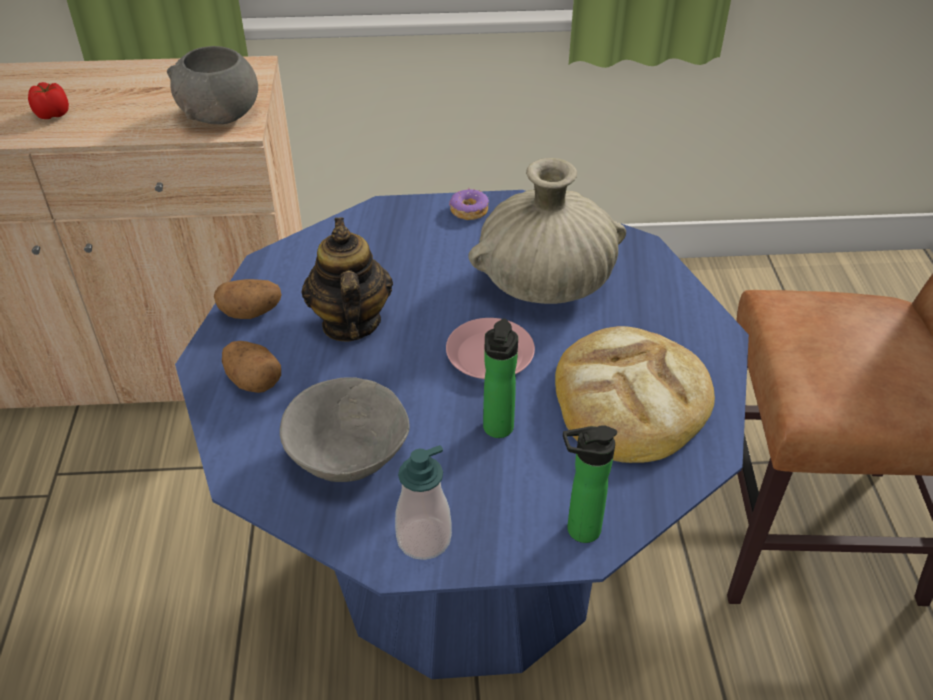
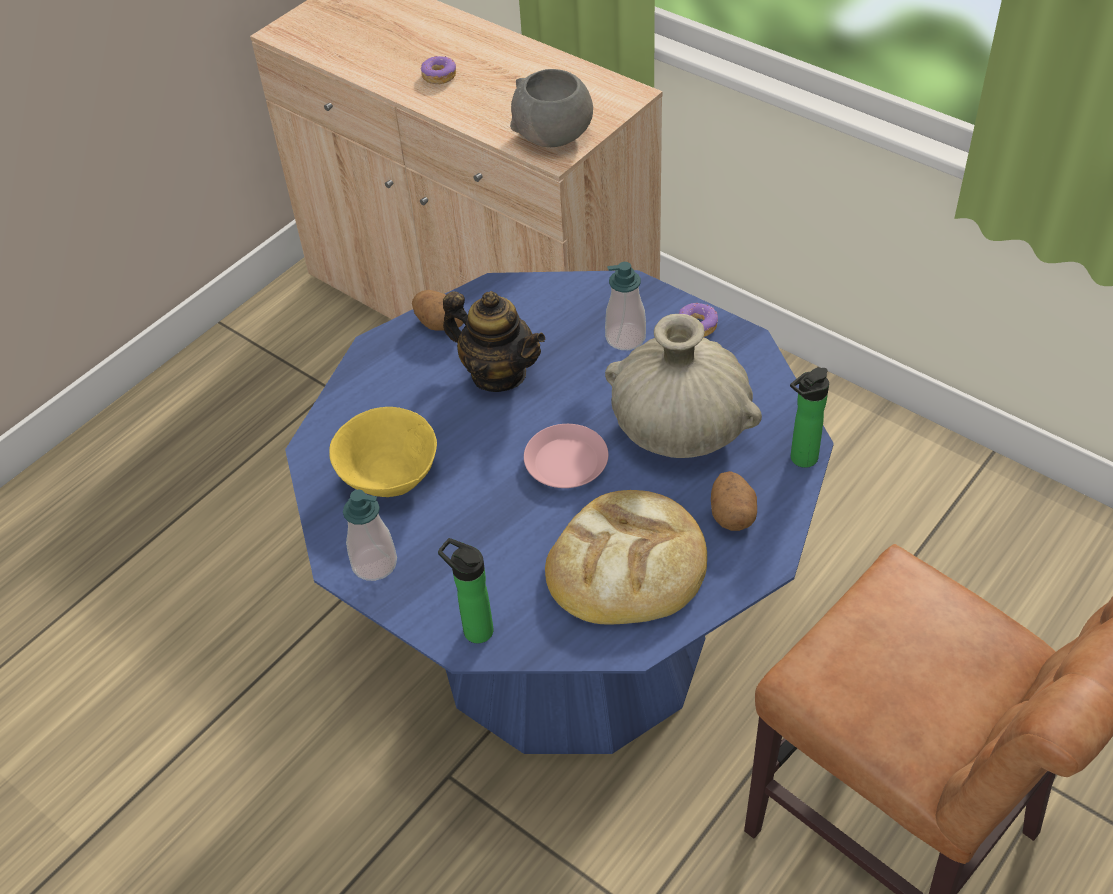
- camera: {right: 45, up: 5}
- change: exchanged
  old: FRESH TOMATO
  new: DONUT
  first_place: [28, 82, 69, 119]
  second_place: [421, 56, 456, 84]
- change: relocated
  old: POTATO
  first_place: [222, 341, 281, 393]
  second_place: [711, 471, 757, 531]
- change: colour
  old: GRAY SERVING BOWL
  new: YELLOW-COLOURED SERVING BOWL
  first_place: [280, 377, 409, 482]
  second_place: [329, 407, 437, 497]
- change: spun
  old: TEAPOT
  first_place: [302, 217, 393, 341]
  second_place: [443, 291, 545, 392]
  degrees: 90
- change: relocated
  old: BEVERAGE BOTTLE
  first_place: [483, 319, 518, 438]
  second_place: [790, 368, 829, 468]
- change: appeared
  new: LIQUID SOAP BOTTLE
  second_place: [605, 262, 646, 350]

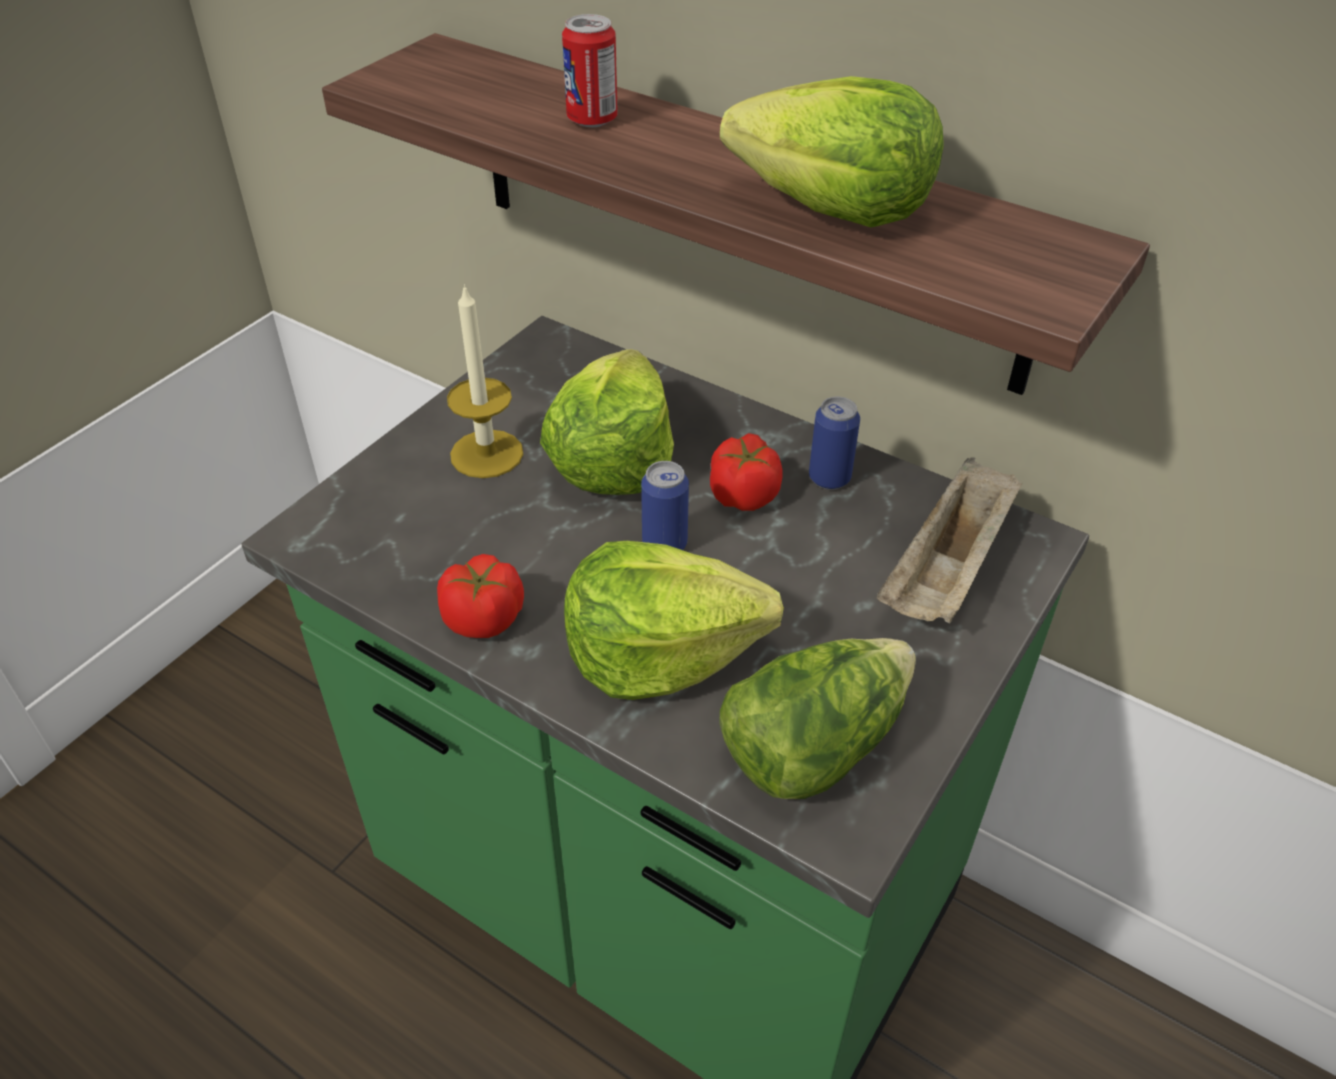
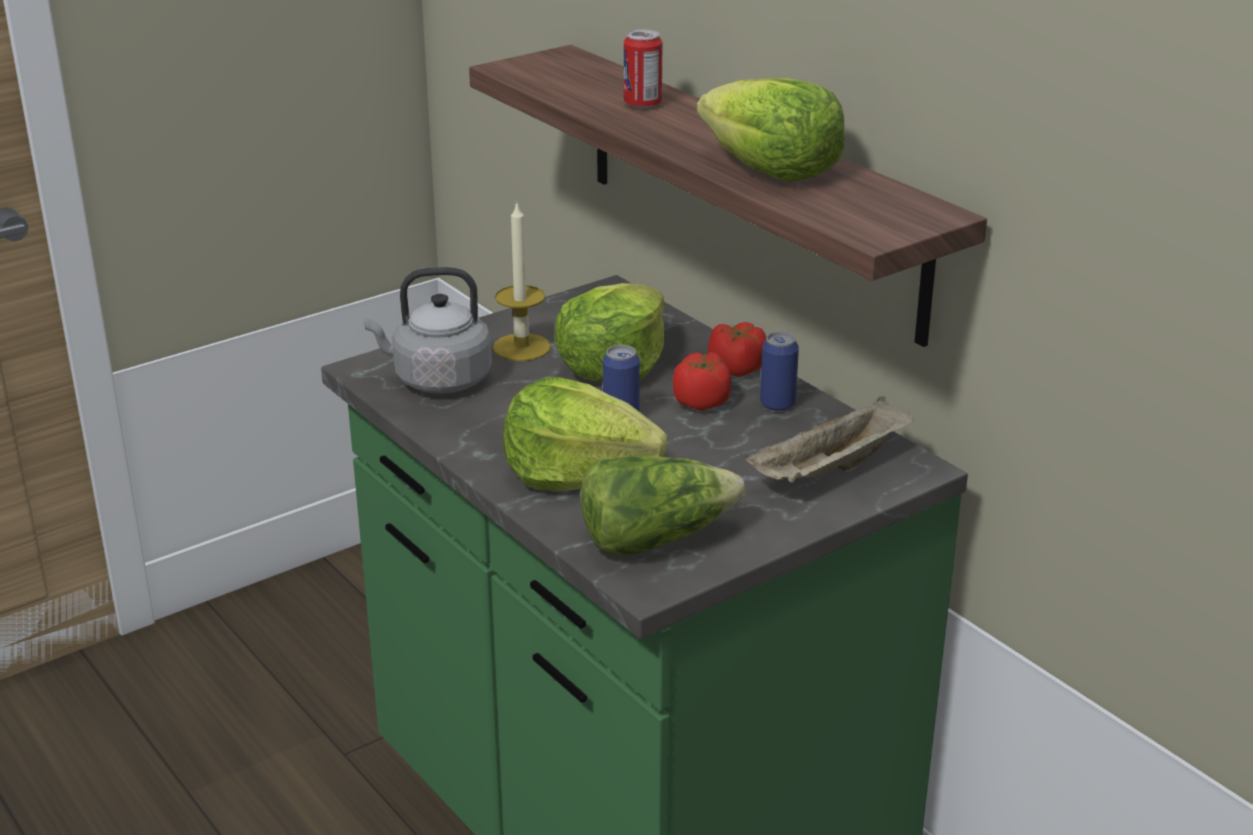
- camera: {right: 20, up: -15}
- change: relocated
  old: FRESH TOMATO
  first_place: [437, 554, 524, 638]
  second_place: [708, 322, 766, 377]
- change: appeared
  new: GRAY WATER KETTLE
  second_place: [363, 267, 492, 394]

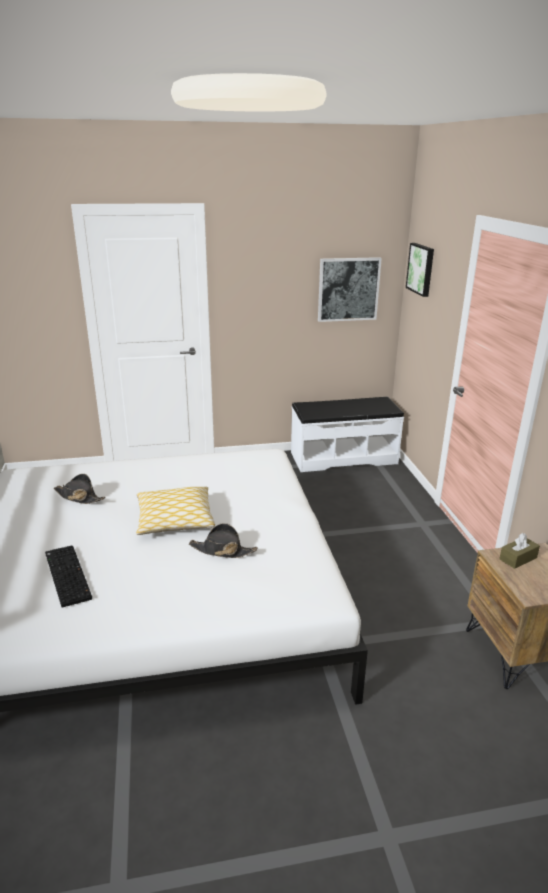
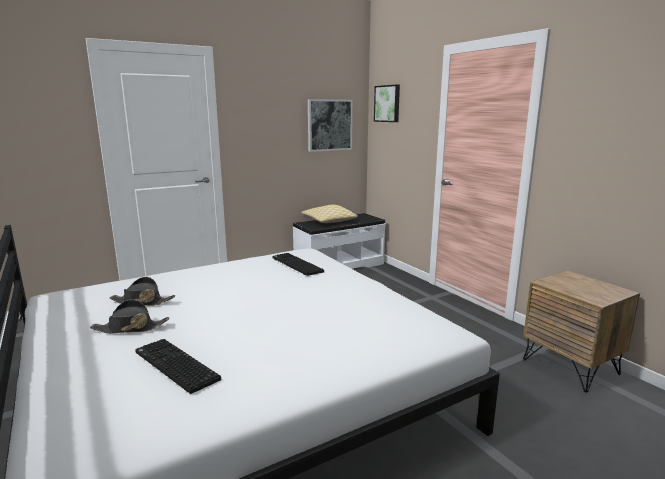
- camera: {right: -20, up: -10}
- change: relocated
  old: PILLOW
  first_place: [136, 486, 215, 535]
  second_place: [301, 205, 358, 223]
- change: relocated
  old: BLACK WEARABLE HAT
  first_place: [189, 523, 257, 558]
  second_place: [90, 299, 169, 334]
- change: missing
  old: BROWNISH TISSUE BOX
  first_place: [499, 533, 540, 569]
- change: appeared
  new: KEYBOARD
  second_place: [273, 253, 324, 276]

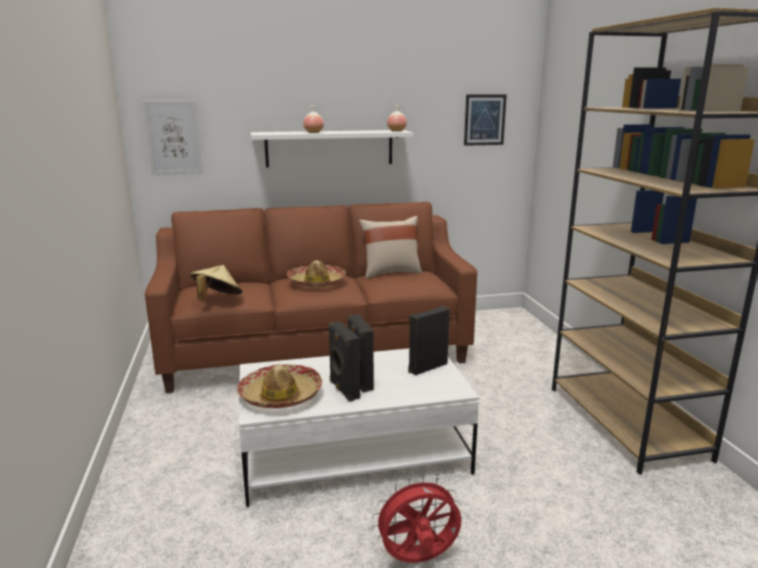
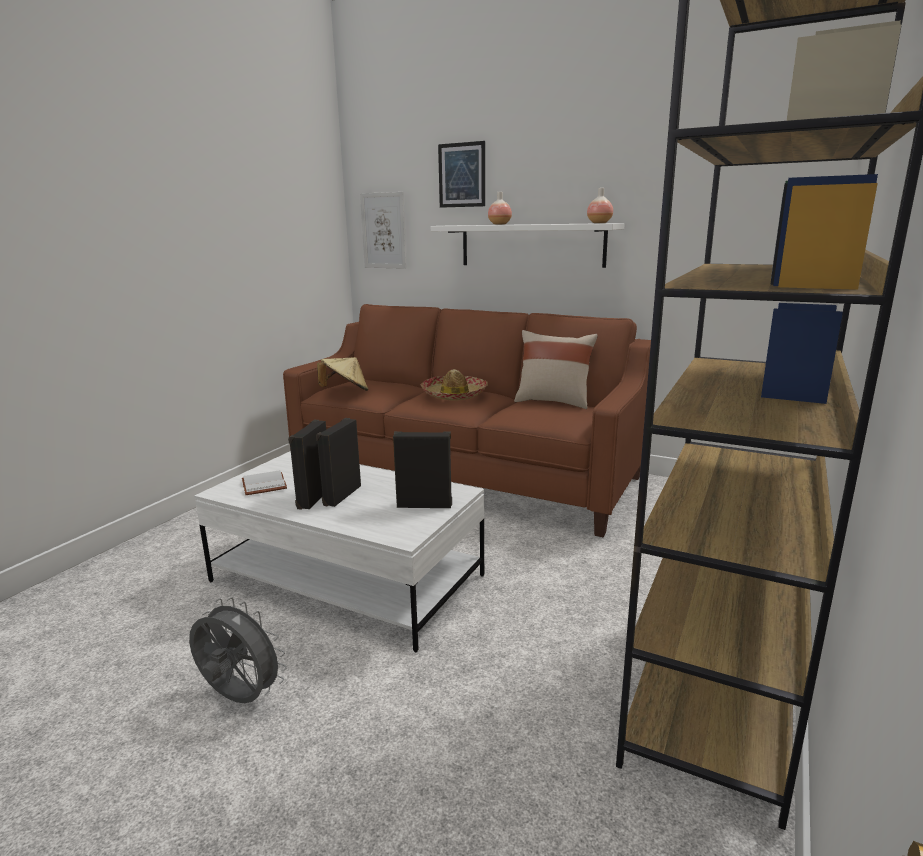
- camera: {right: 40, up: 0}
- change: exchanged
  old: WEARABLE HAT
  new: WHITE-COLOURED VOLUME
  first_place: [237, 364, 322, 408]
  second_place: [242, 470, 287, 495]
- change: colour
  old: RED COOLING FAN
  new: GRAY COOLING FAN
  first_place: [372, 475, 461, 563]
  second_place: [189, 597, 287, 703]
- change: relocated
  old: WALL PICTURE
  first_place: [464, 94, 507, 146]
  second_place: [438, 141, 485, 208]

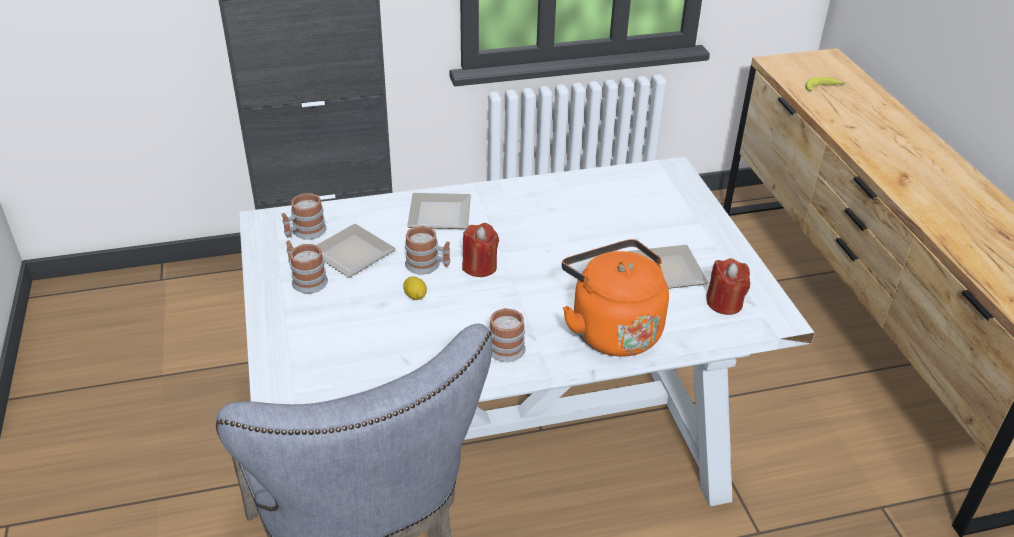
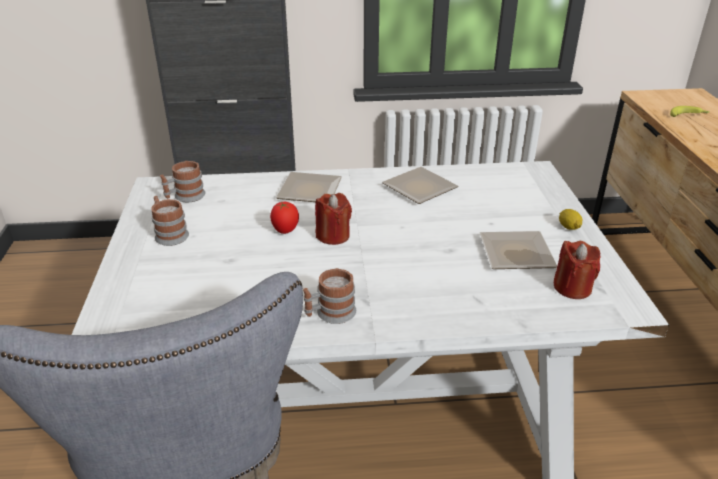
- camera: {right: 10, up: -5}
- change: relocated
  old: FLAT DISH
  first_place: [317, 224, 396, 278]
  second_place: [382, 167, 458, 204]
- change: relocated
  old: LEMON
  first_place: [403, 277, 427, 300]
  second_place: [559, 209, 582, 230]
- change: exchanged
  old: MUG
  new: FRESH TOMATO
  first_place: [405, 226, 450, 275]
  second_place: [270, 202, 299, 234]
- change: missing
  old: ORANGEY WATER KETTLE
  first_place: [562, 239, 669, 357]

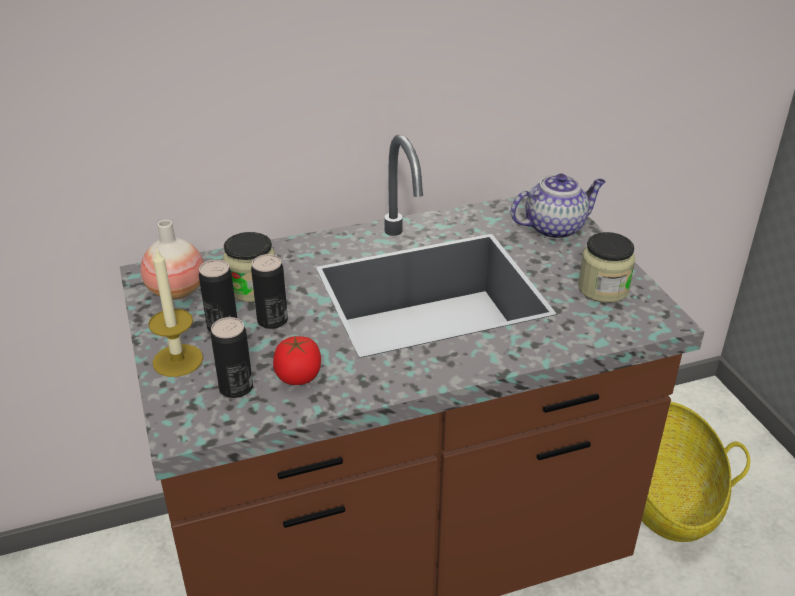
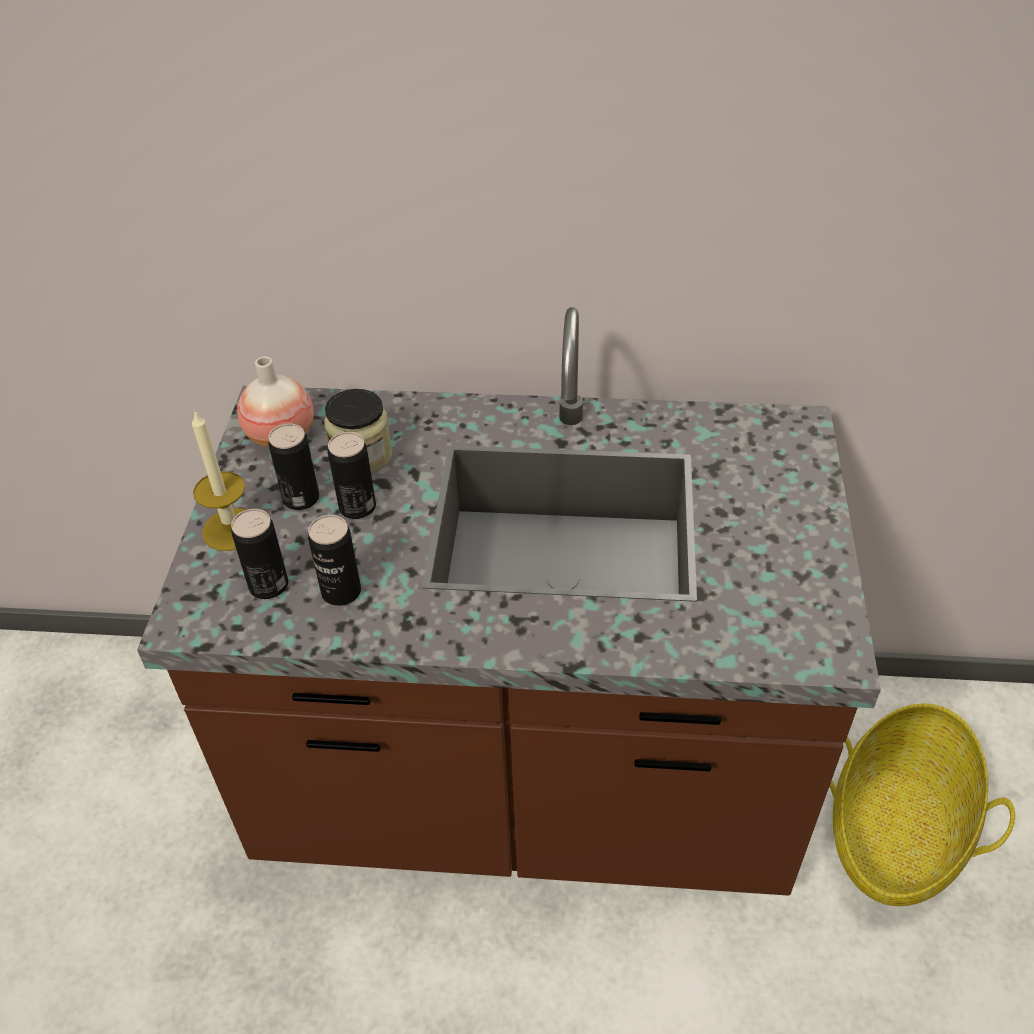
- camera: {right: 25, up: 10}
- change: exchanged
  old: FRESH TOMATO
  new: SEALED CAN
  first_place: [273, 336, 321, 385]
  second_place: [308, 515, 361, 606]
- change: missing
  old: TEAPOT
  first_place: [510, 174, 606, 239]
- change: missing
  old: JAR
  first_place: [578, 232, 635, 303]

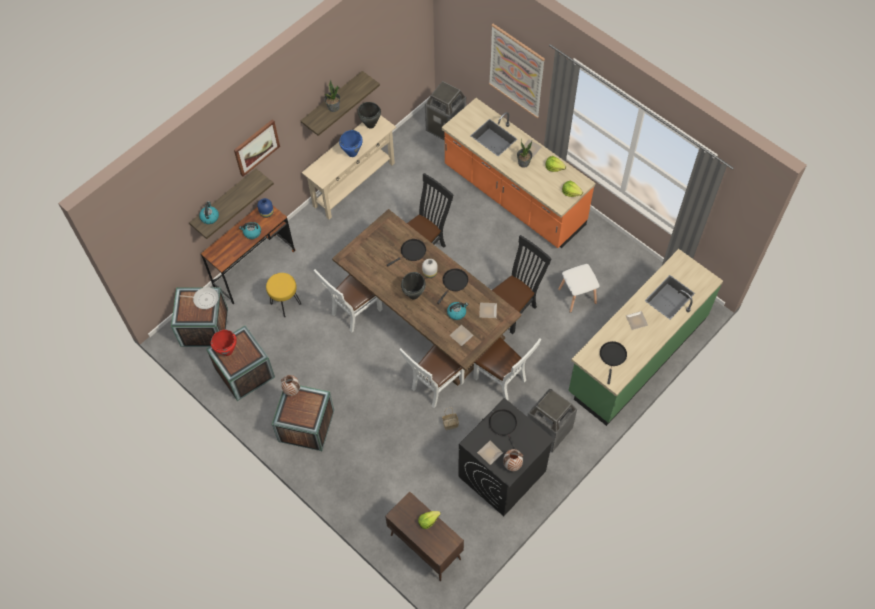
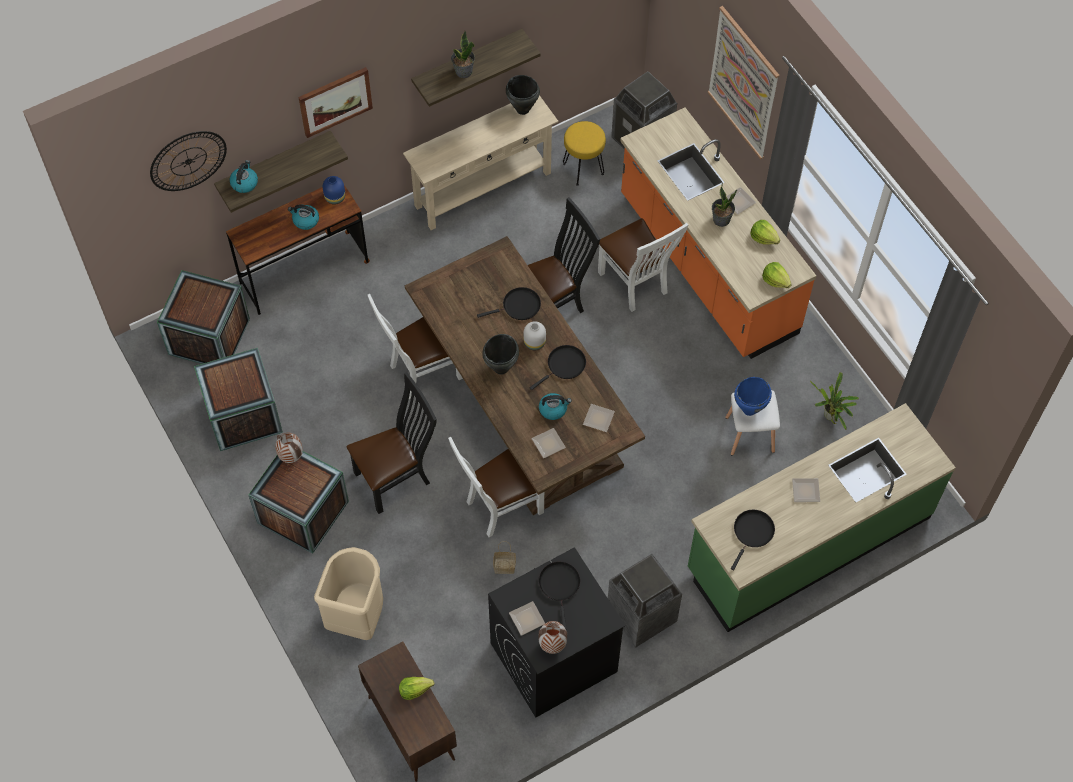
- camera: {right: 15, up: 0}
- change: missing
  old: SKILLET
  first_place: [180, 287, 218, 309]
- change: missing
  old: RED SAUCEPOT
  first_place: [211, 330, 237, 356]
- change: relocated
  old: YELLOW-COLOURED STOOL
  first_place: [266, 273, 301, 318]
  second_place: [563, 121, 606, 186]
- change: relocated
  old: BLUISH SAUCEPOT
  first_place: [339, 130, 363, 157]
  second_place: [734, 377, 772, 416]
- change: relocated
  old: WHITE-COLOURED CHAIR
  first_place: [473, 337, 541, 400]
  second_place: [598, 218, 688, 312]
- change: relocated
  old: BLACK CHAIR
  first_place: [492, 235, 552, 335]
  second_place: [347, 372, 437, 514]
- change: appeared
  new: CLOCK ON THE WALL
  second_place: [150, 131, 227, 191]
- change: appeared
  new: SAND-COLOURED WASTE BIN
  second_place: [314, 547, 383, 640]
- change: appeared
  new: PLANT IN A POT
  second_place: [810, 372, 859, 430]

